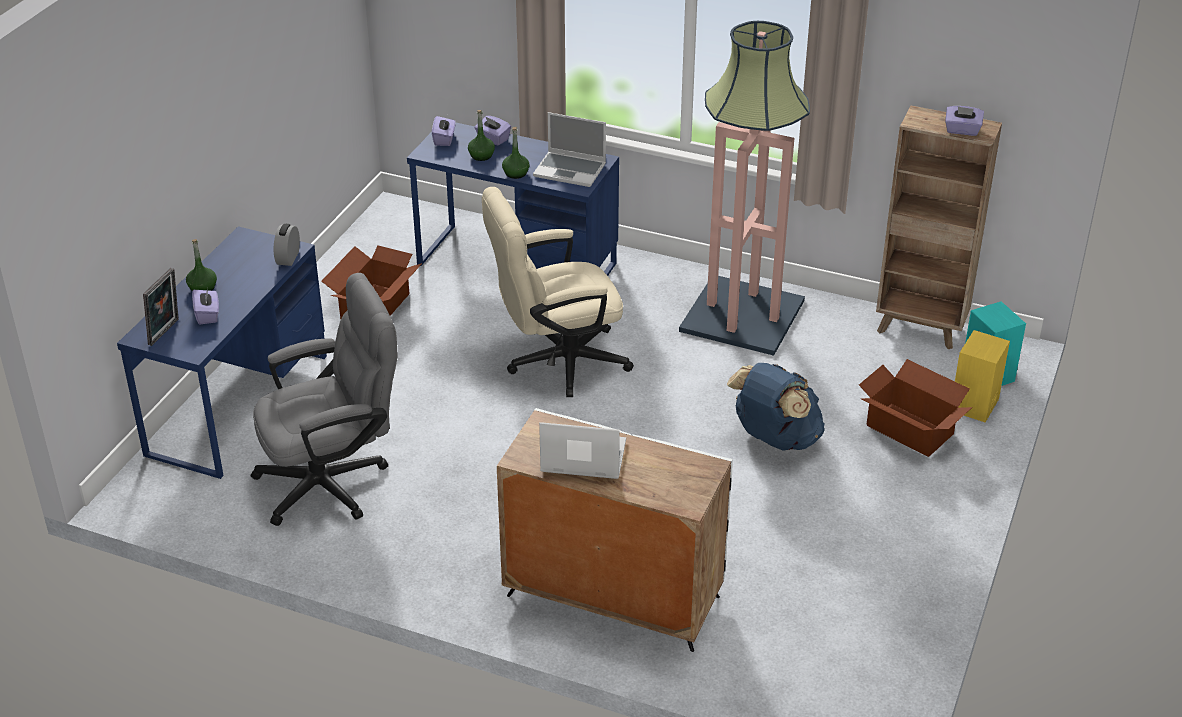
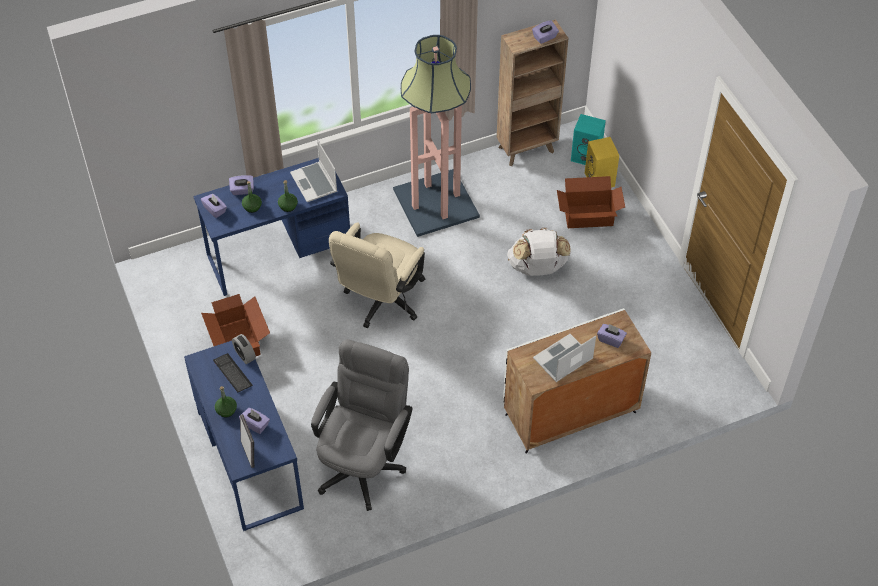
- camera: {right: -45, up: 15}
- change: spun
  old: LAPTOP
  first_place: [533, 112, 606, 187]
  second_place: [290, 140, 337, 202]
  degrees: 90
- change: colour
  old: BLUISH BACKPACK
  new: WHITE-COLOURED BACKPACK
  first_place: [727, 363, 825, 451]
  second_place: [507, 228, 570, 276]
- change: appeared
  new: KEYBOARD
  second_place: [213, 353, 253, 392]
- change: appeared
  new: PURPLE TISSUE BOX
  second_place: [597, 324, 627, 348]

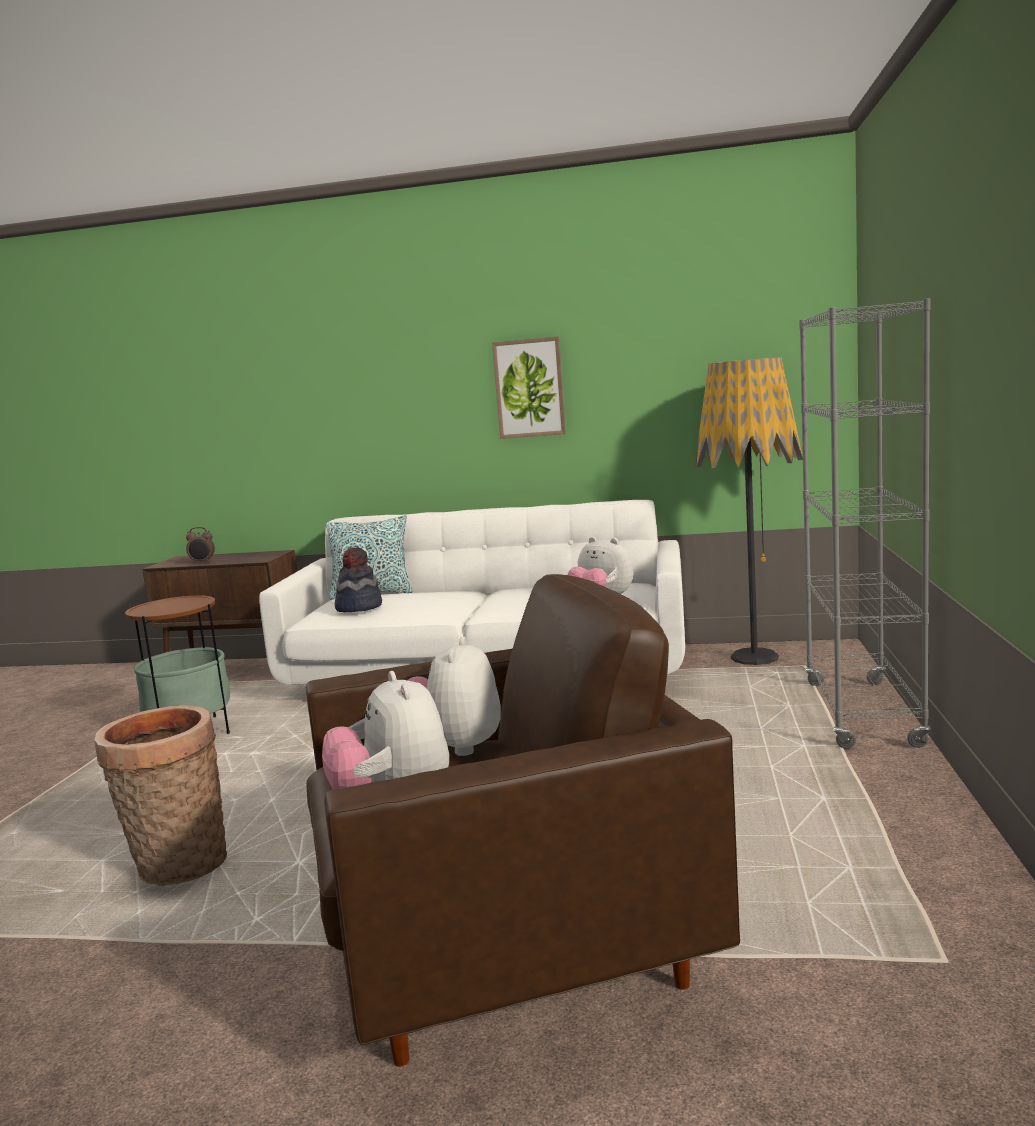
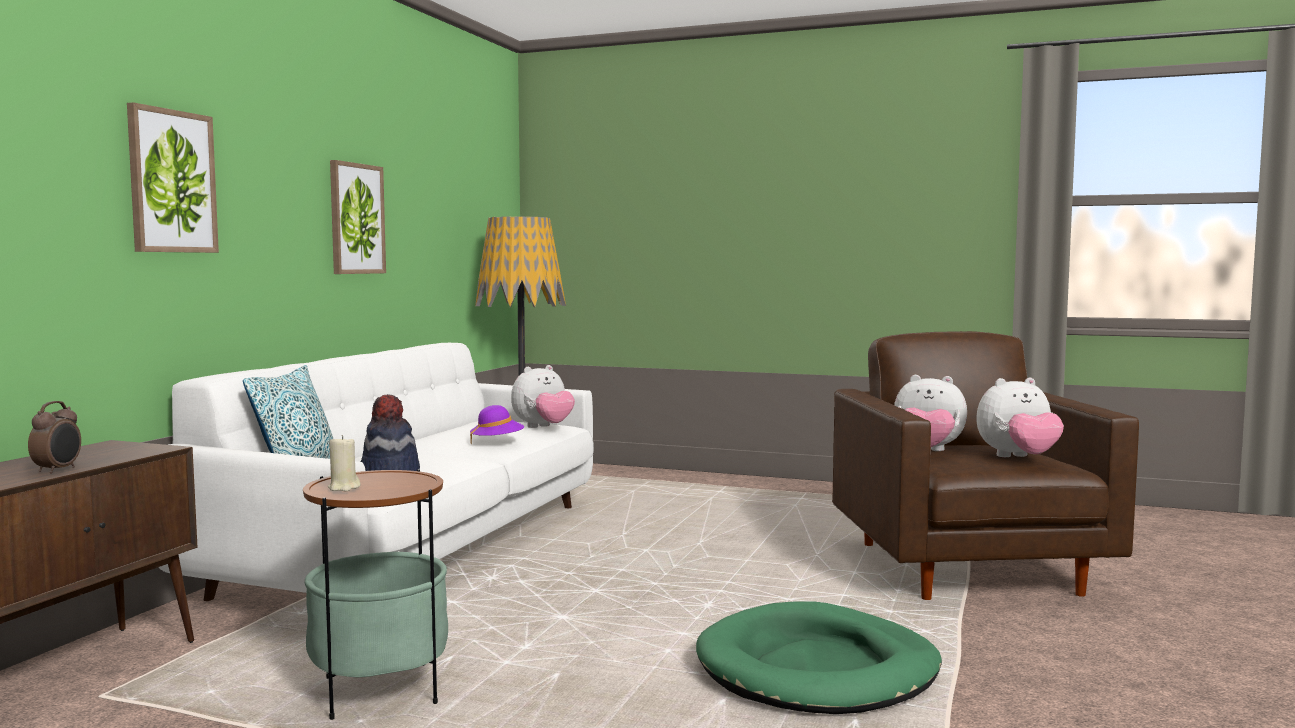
- camera: {right: -80, up: -5}
- change: exchanged
  old: STORAGE BASKET
  new: GREENISH DOG CUSHION
  first_place: [94, 705, 227, 886]
  second_place: [696, 601, 942, 714]
- change: missing
  old: GRAY BOOKSHELF
  first_place: [799, 298, 931, 749]
- change: appeared
  new: WALL PICTURE
  second_place: [127, 102, 219, 253]
- change: appeared
  new: SAND-COLOURED WAX LIGHT
  second_place: [328, 435, 360, 491]
- change: appeared
  new: PURPLE WEARABLE HAT
  second_place: [470, 405, 524, 444]

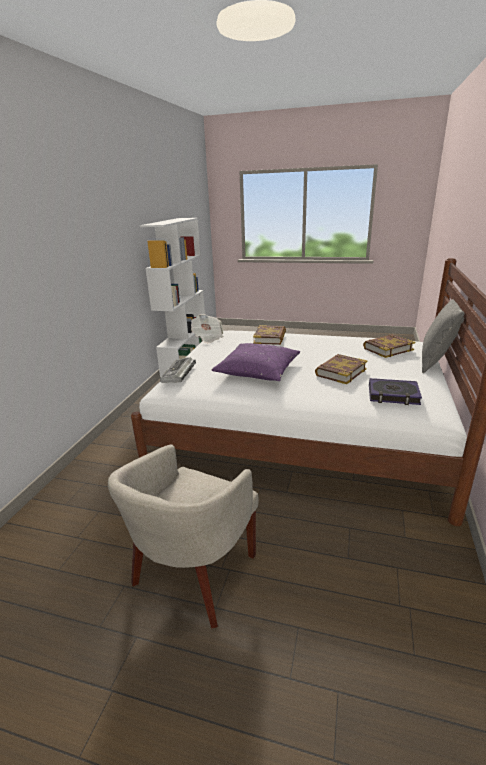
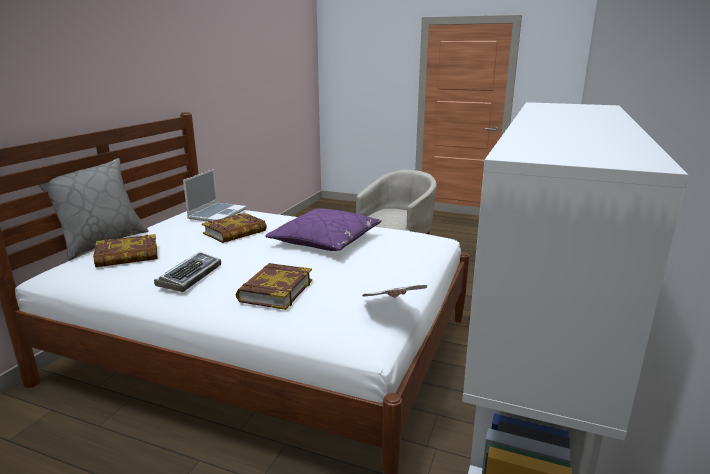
- camera: {right: -175, up: -5}
- change: relocated
  old: KEYBOARD
  first_place: [160, 357, 196, 383]
  second_place: [154, 252, 221, 292]
- change: exchanged
  old: VOLUME
  new: LAPTOP
  first_place: [369, 378, 422, 405]
  second_place: [183, 169, 247, 221]

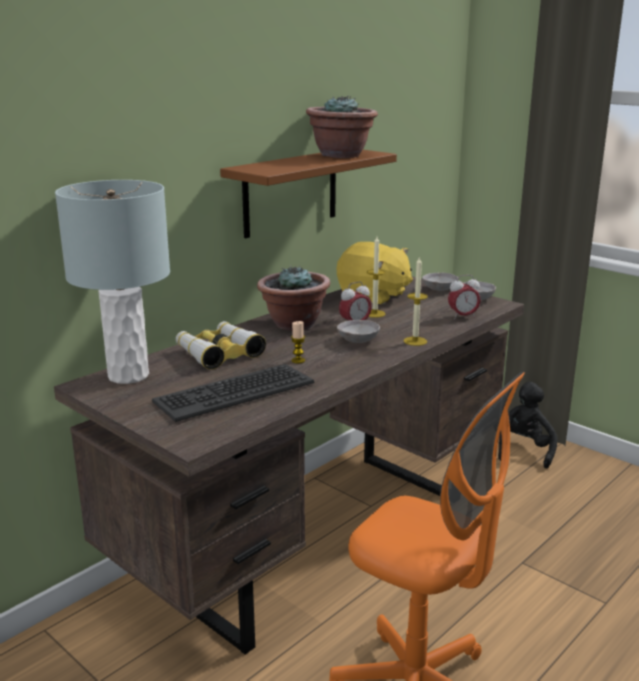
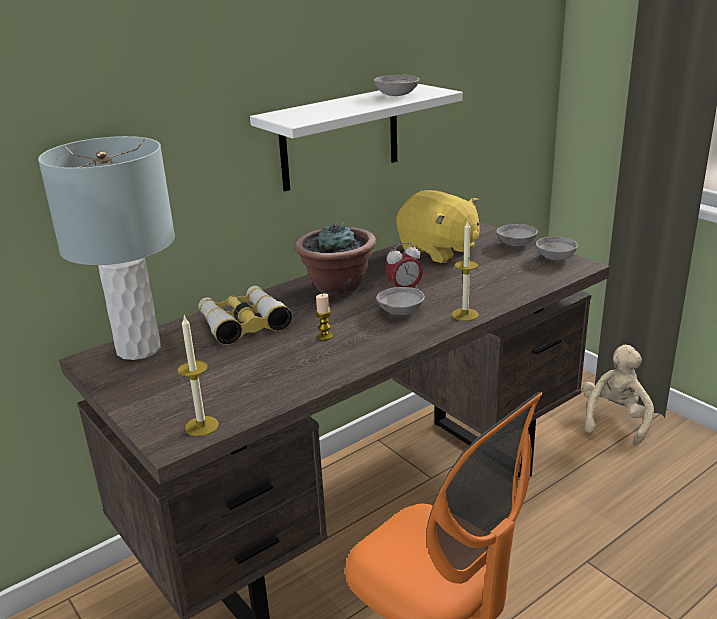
- camera: {right: 10, up: 5}
- change: missing
  old: KEYBOARD
  first_place: [152, 364, 314, 422]
- change: colour
  old: BROWNISH WALL SHELF
  new: WHITE-COLOURED WALL SHELF
  first_place: [220, 150, 397, 238]
  second_place: [250, 84, 463, 191]
- change: exchanged
  old: PLANT IN A POT
  new: GRAY SERVING BOWL
  first_place: [306, 95, 378, 158]
  second_place: [374, 75, 419, 96]
- change: relocated
  old: WAX LIGHT
  first_place: [367, 237, 386, 318]
  second_place: [178, 315, 219, 436]
- change: missing
  old: ALARM CLOCK
  first_place: [448, 275, 481, 319]
- change: colour
  old: BLACK PLUSH TOY
  new: SAND-COLOURED PLUSH TOY
  first_place: [498, 382, 557, 469]
  second_place: [583, 345, 654, 444]

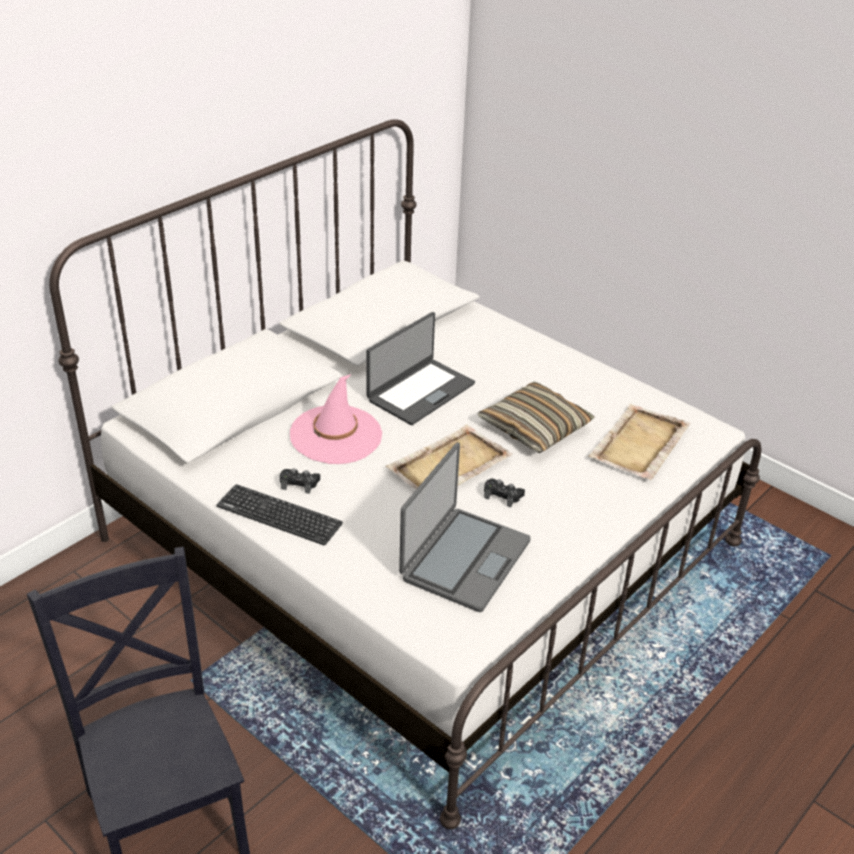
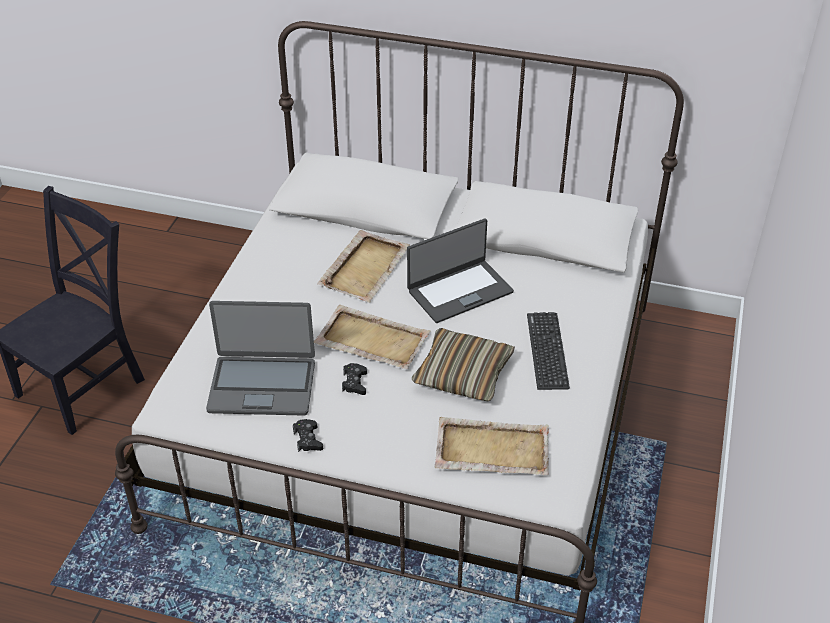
- camera: {right: 65, up: 5}
- change: relocated
  old: KEYBOARD
  first_place: [216, 484, 343, 545]
  second_place: [527, 312, 570, 390]
- change: relocated
  old: BLACK JOYPAD
  first_place: [280, 468, 320, 494]
  second_place: [293, 419, 323, 452]
- change: exchanged
  old: PINK WEARABLE HAT
  new: SAND-COLOURED CARRYING TRAY
  first_place: [290, 374, 382, 464]
  second_place: [317, 230, 410, 303]
- change: spun
  old: LAPTOP
  first_place: [366, 312, 475, 425]
  second_place: [407, 219, 514, 323]
  degrees: -45

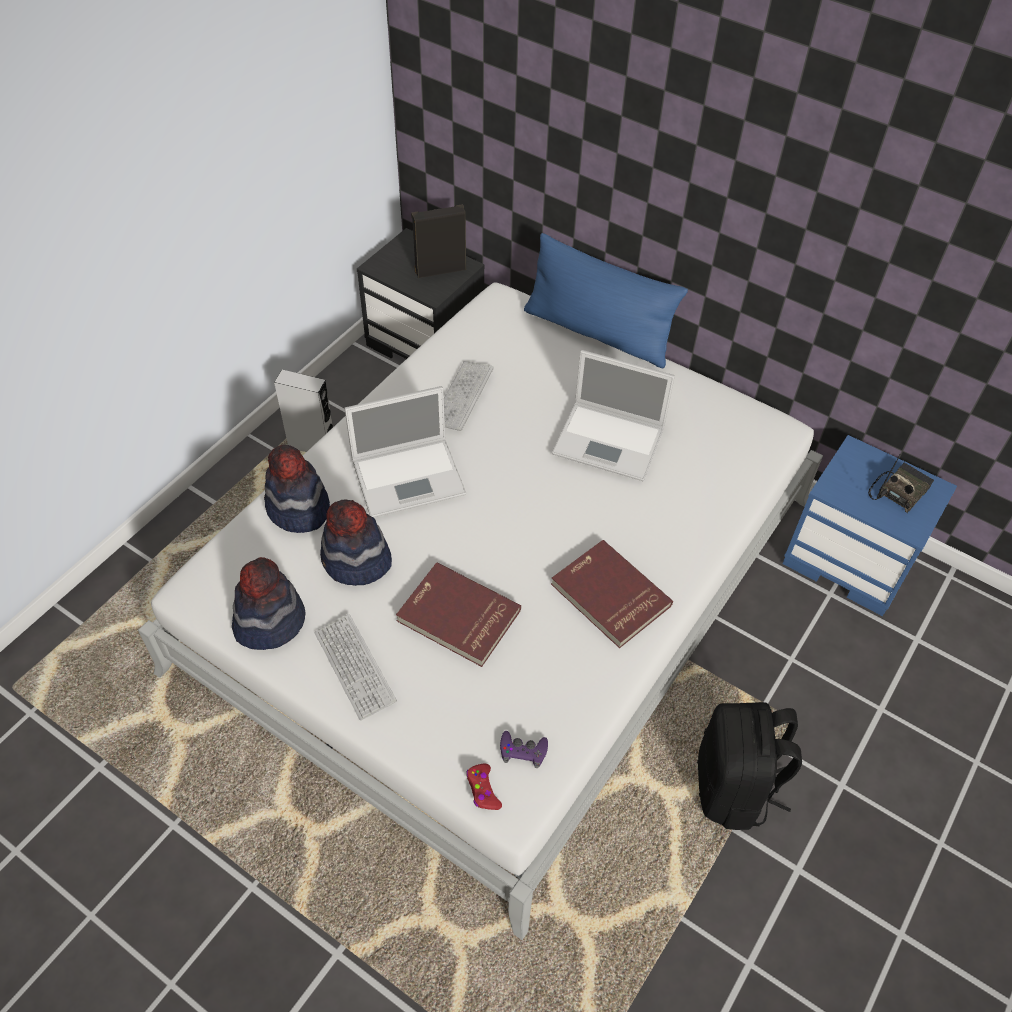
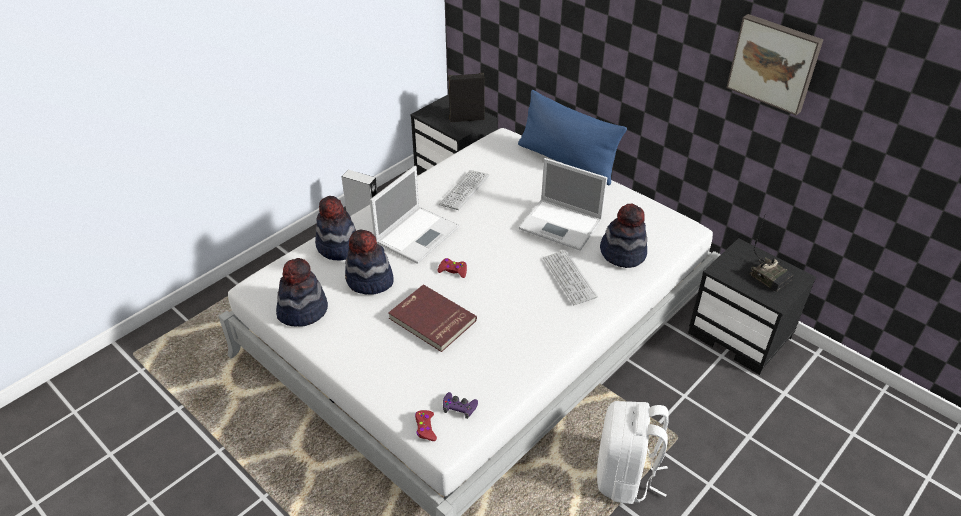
- camera: {right: 10, up: -10}
- change: relocated
  old: KEYBOARD
  first_place: [315, 614, 397, 721]
  second_place: [543, 250, 598, 305]
- change: spun
  old: LAPTOP
  first_place: [345, 386, 466, 517]
  second_place: [370, 166, 459, 264]
  degrees: -45
- change: missing
  old: RED VOLUME
  first_place: [551, 540, 673, 648]
- change: colour
  old: BLACK BACKPACK
  new: WHITE-COLOURED BACKPACK
  first_place: [697, 702, 802, 830]
  second_place: [597, 401, 669, 504]
- change: colour
  old: BLUISH BEDSIDE TABLE
  new: BLACK BEDSIDE TABLE
  first_place: [782, 435, 957, 616]
  second_place: [688, 238, 816, 375]
- change: spun
  old: RADIO SET
  first_place: [868, 454, 934, 513]
  second_place: [750, 213, 794, 292]
  degrees: 90
- change: appeared
  new: RED JOYPAD
  second_place: [437, 258, 467, 278]
- change: appeared
  new: WEARABLE HAT
  second_place: [600, 203, 647, 268]
- change: appeared
  new: WALL PICTURE
  second_place: [726, 14, 823, 115]

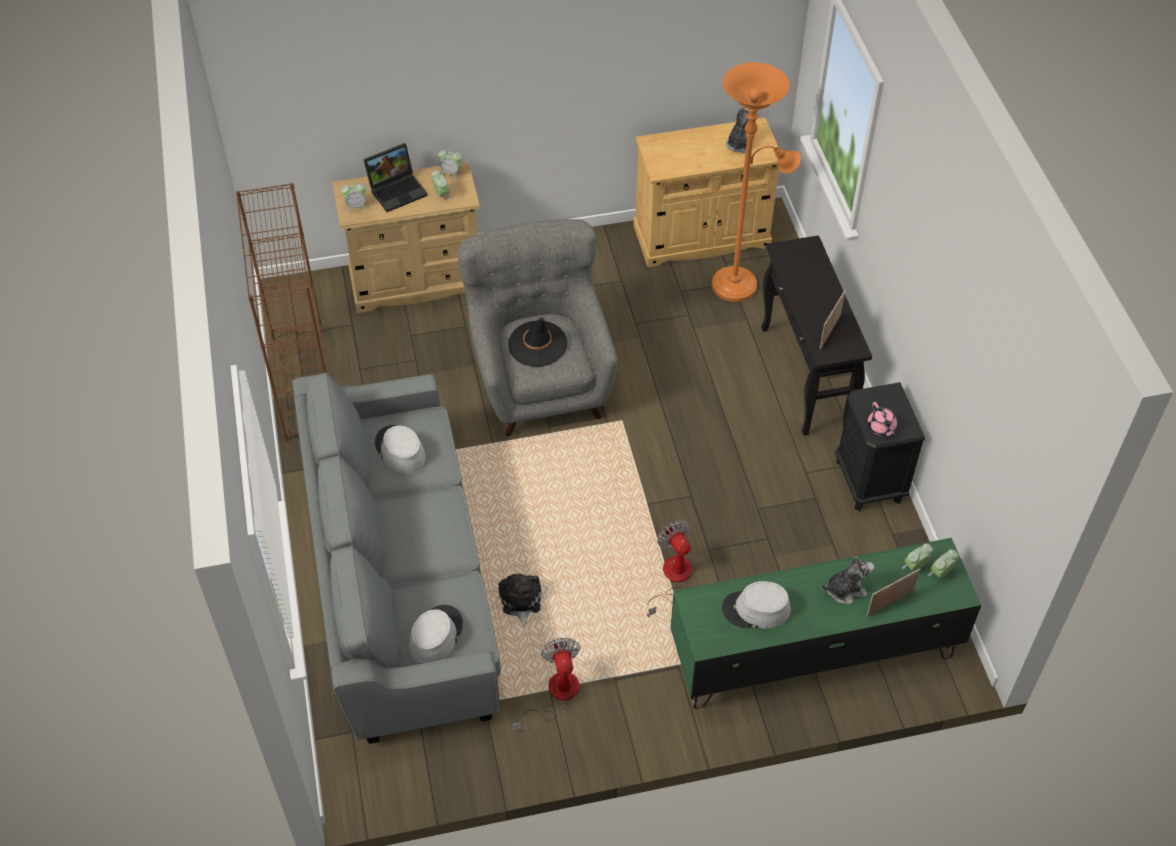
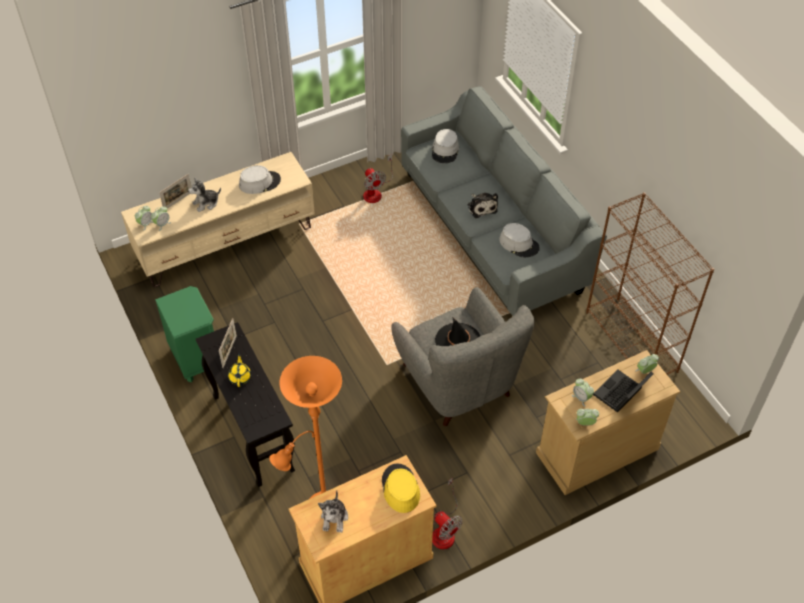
- camera: {right: 165, up: 0}
- change: relocated
  old: PLUSH TOY
  first_place: [498, 573, 541, 627]
  second_place: [468, 193, 498, 218]
- change: relocated
  old: COOLING FAN
  first_place: [647, 520, 692, 617]
  second_place: [432, 478, 463, 549]
- change: colour
  old: GREENISH MEDIA CONSOLE
  new: SAND-COLOURED MEDIA CONSOLE
  first_place: [671, 538, 981, 709]
  second_place: [121, 152, 315, 287]
- change: colour
  old: BLACK BEDSIDE TABLE
  new: GREENISH BEDSIDE TABLE
  first_place: [835, 382, 925, 511]
  second_place: [155, 286, 214, 382]
- change: missing
  old: PINK TEAPOT
  first_place: [867, 402, 897, 437]
- change: appeared
  new: YELLOW-COLOURED TEAPOT
  second_place: [228, 354, 251, 387]
- change: appeared
  new: YELLOW-COLOURED WEARABLE HAT
  second_place: [382, 463, 420, 513]

